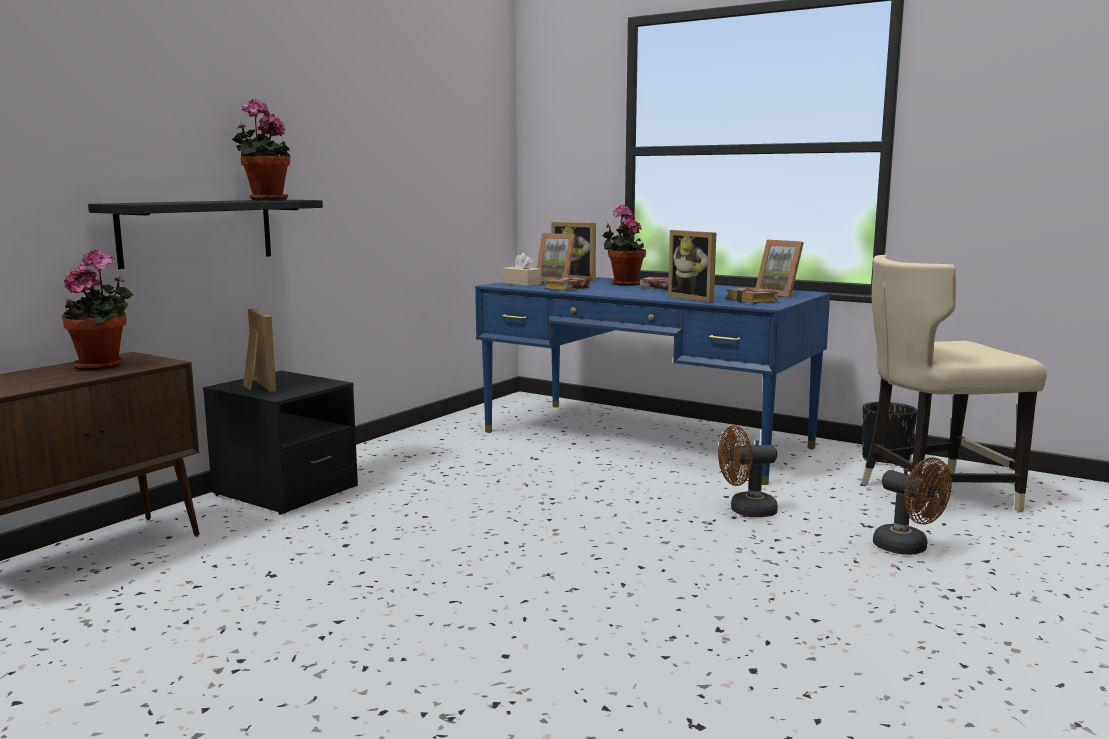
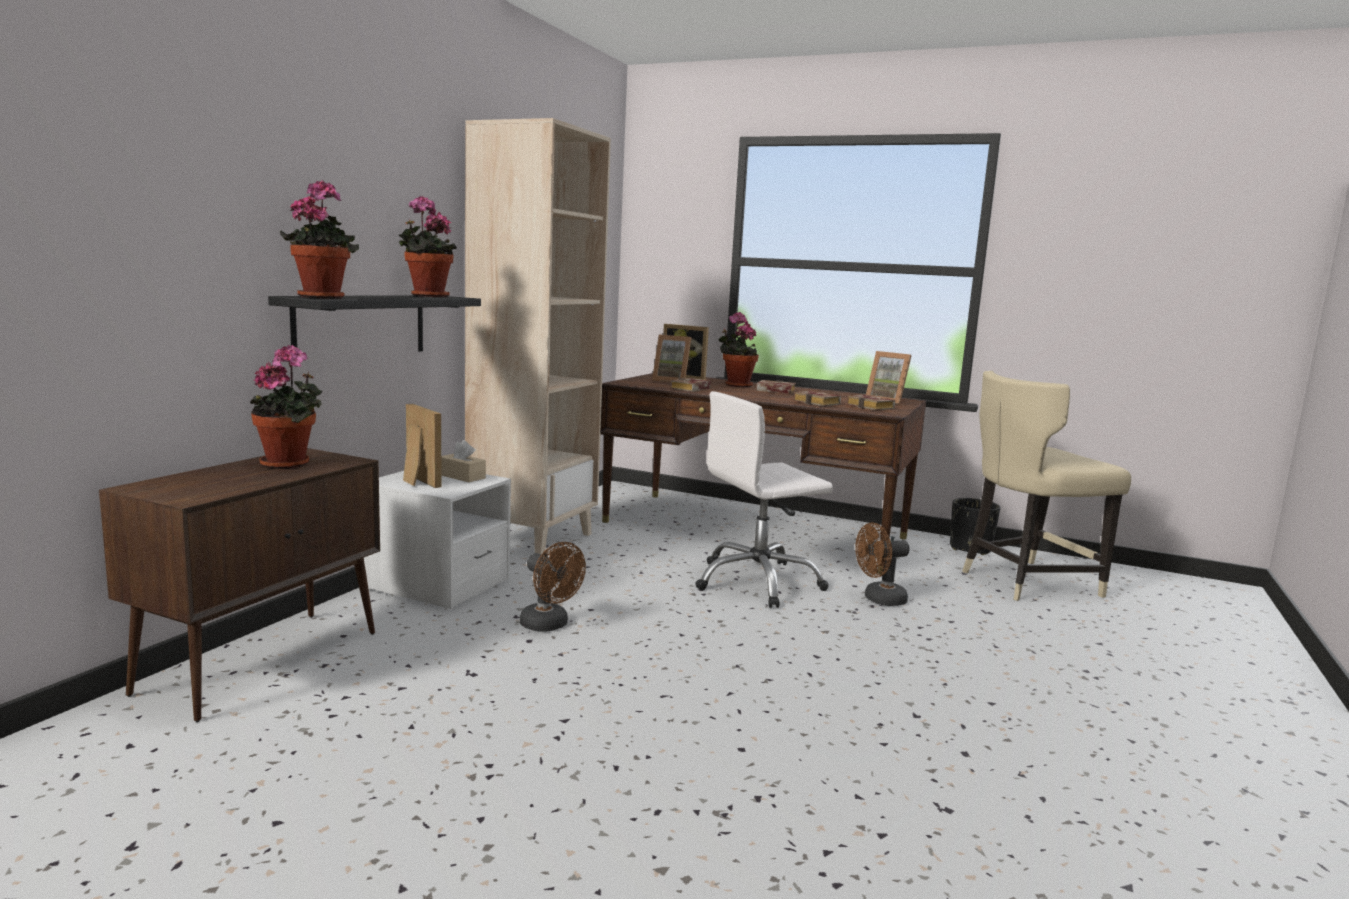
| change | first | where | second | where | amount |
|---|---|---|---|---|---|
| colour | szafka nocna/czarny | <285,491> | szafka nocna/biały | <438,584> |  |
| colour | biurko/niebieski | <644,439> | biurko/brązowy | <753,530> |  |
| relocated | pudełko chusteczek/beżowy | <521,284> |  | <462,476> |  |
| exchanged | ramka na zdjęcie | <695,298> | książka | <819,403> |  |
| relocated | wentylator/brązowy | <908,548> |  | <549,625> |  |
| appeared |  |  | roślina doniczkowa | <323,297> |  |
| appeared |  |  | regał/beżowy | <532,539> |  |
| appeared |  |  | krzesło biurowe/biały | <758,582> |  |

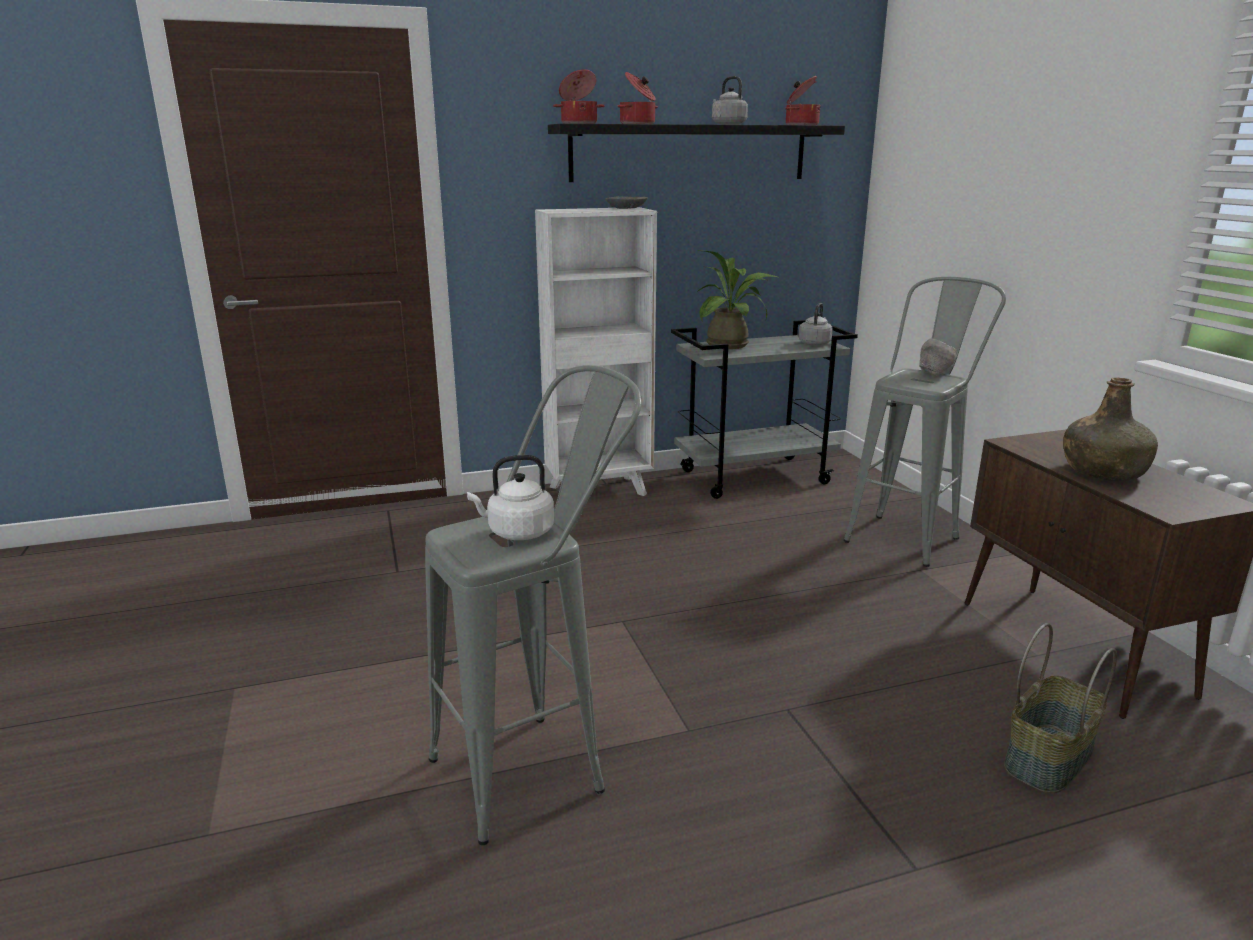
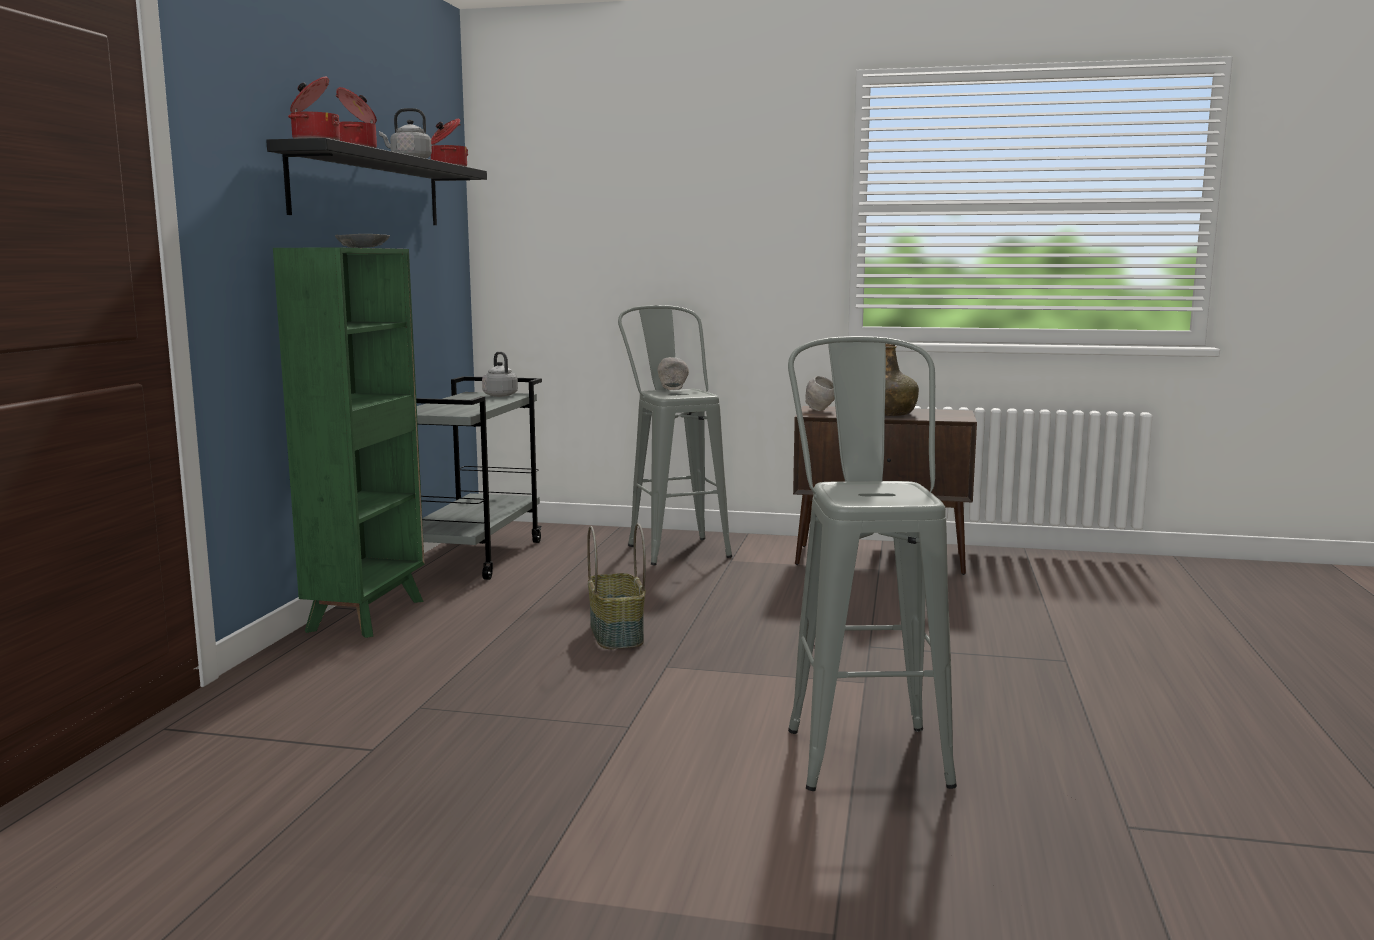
| change | first | where | second | where | amount |
|---|---|---|---|---|---|
| missing | czajnik/biały | <517,532> |  |  |  |
| colour | regał/biały | <600,491> | regał/zielony | <368,615> |  |
| missing | roślina doniczkowa | <733,345> |  |  |  |
| relocated | koszyk | <1047,758> |  | <615,634> |  |
| appeared |  |  | miska/szary | <820,410> |  |

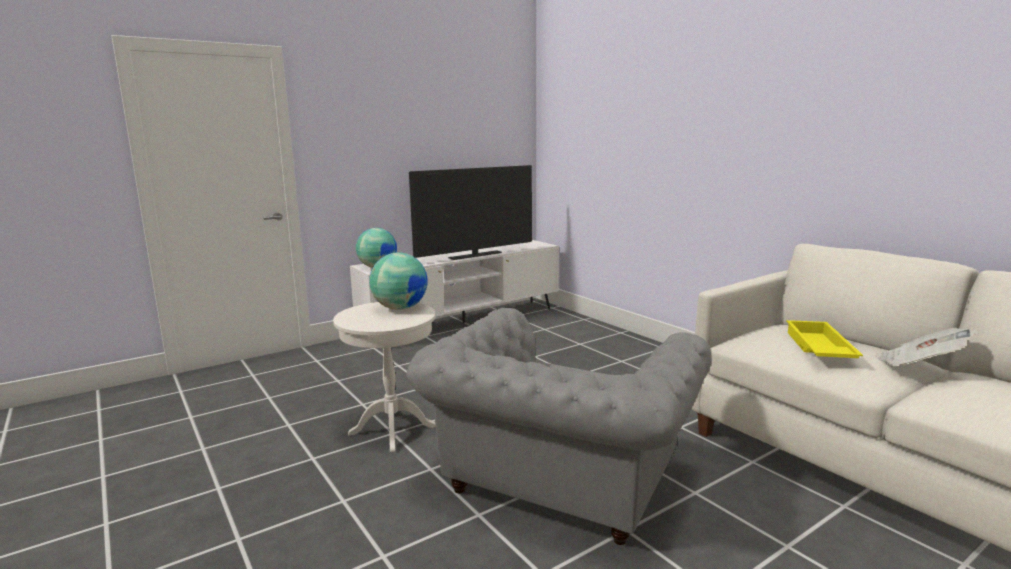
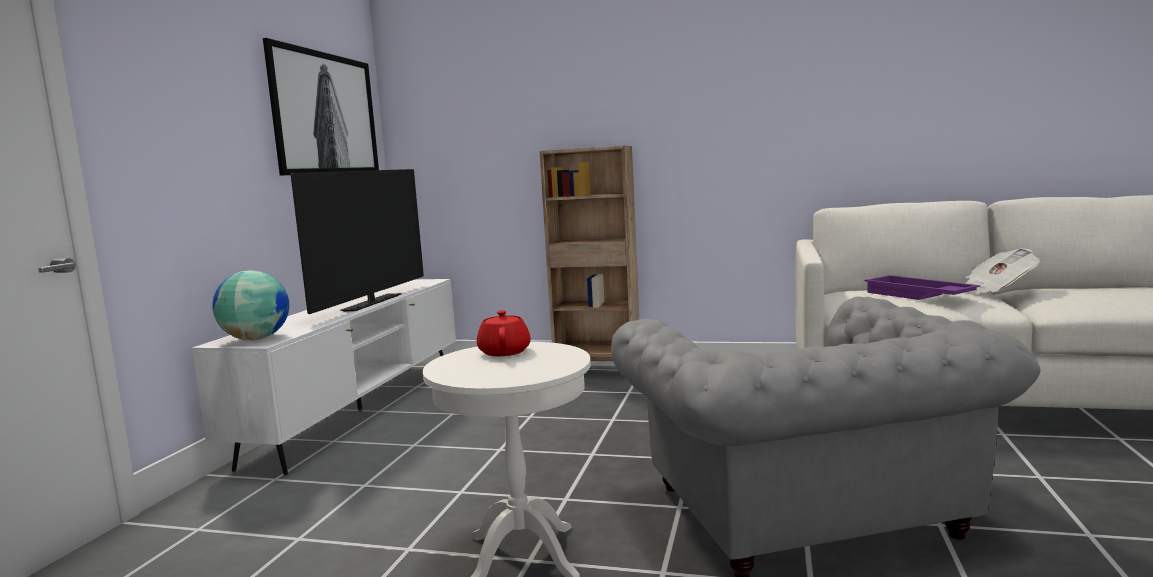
| change | first | where | second | where | amount |
|---|---|---|---|---|---|
| exchanged | globus | <400,308> | imbryk/czerwony | <504,351> |  |
| colour | taca/żółty | <817,348> | taca/fioletowy | <917,295> |  |
| appeared |  |  | obraz | <324,114> |  |
| appeared |  |  | regał/brązowy | <598,372> |  |

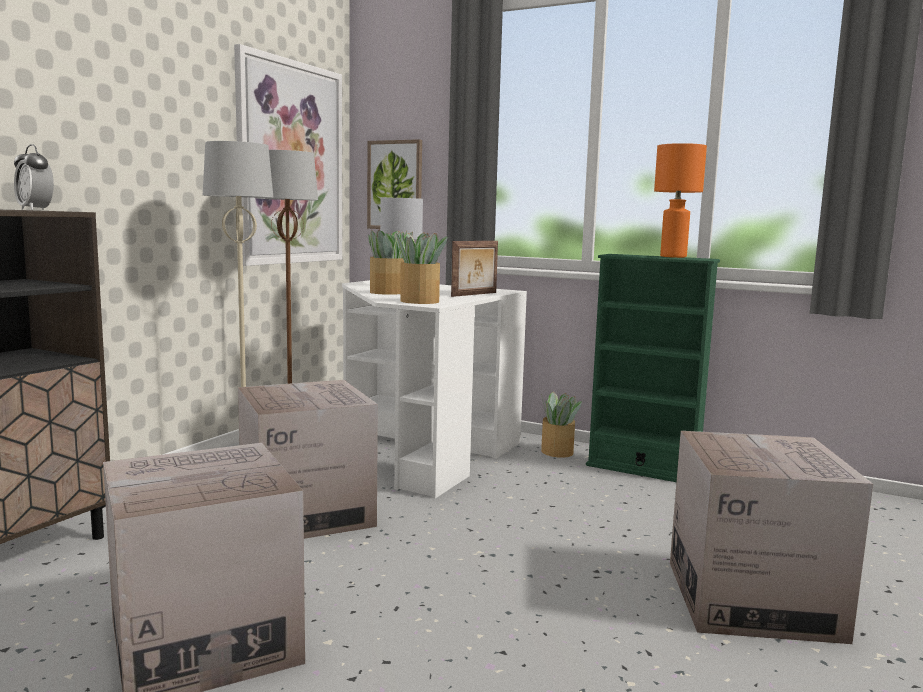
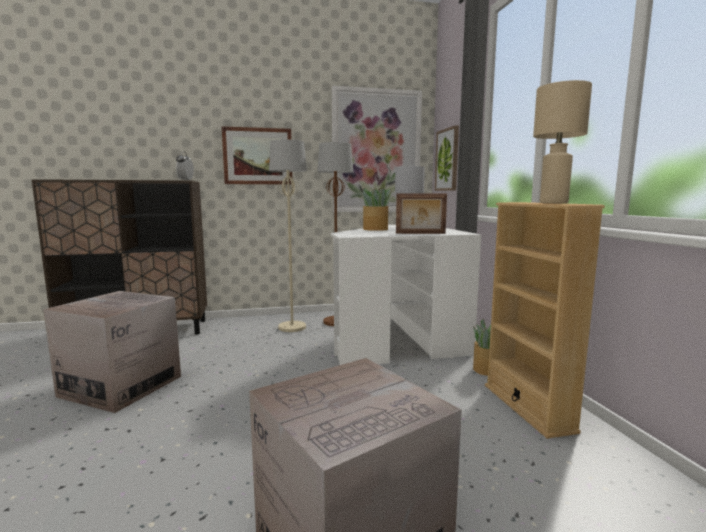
| change | first | where | second | where | amount |
|---|---|---|---|---|---|
| missing | karton | <306,514> |  |  |  |
| missing | roślina doniczkowa | <419,301> |  |  |  |
| colour | regał/zielony | <642,470> | regał/beżowy | <527,407> |  |
| colour | lampa stołowa/pomarańczowy | <673,257> | lampa stołowa/beżowy | <553,203> |  |
| appeared |  |  | obraz | <258,156> |  |

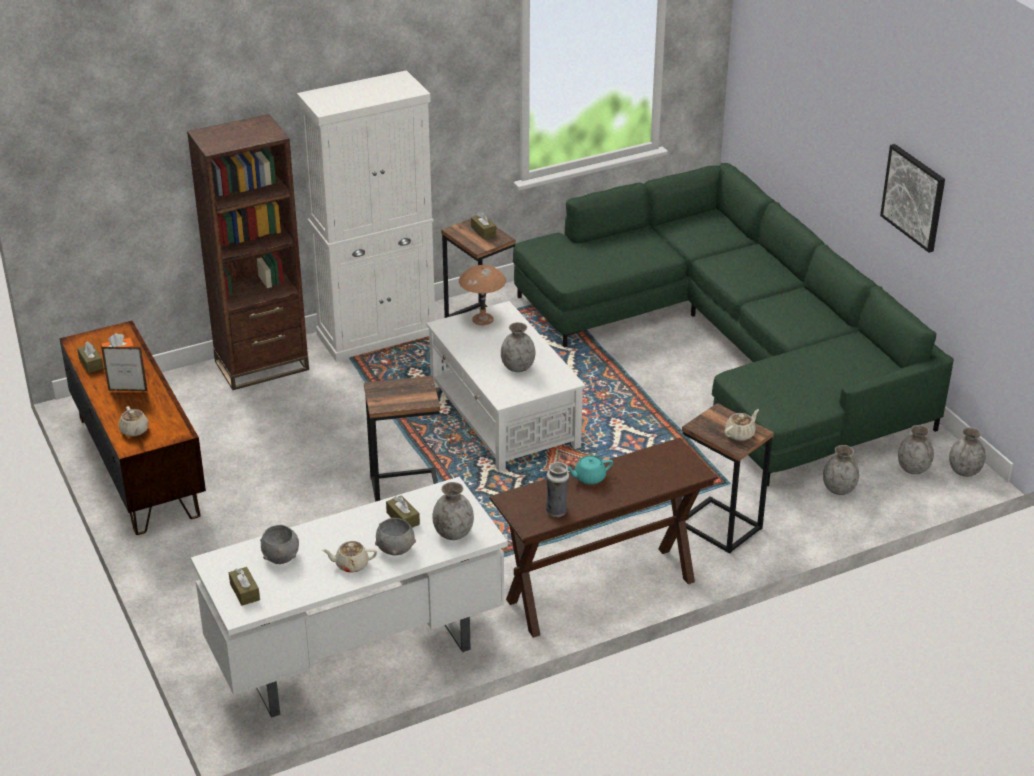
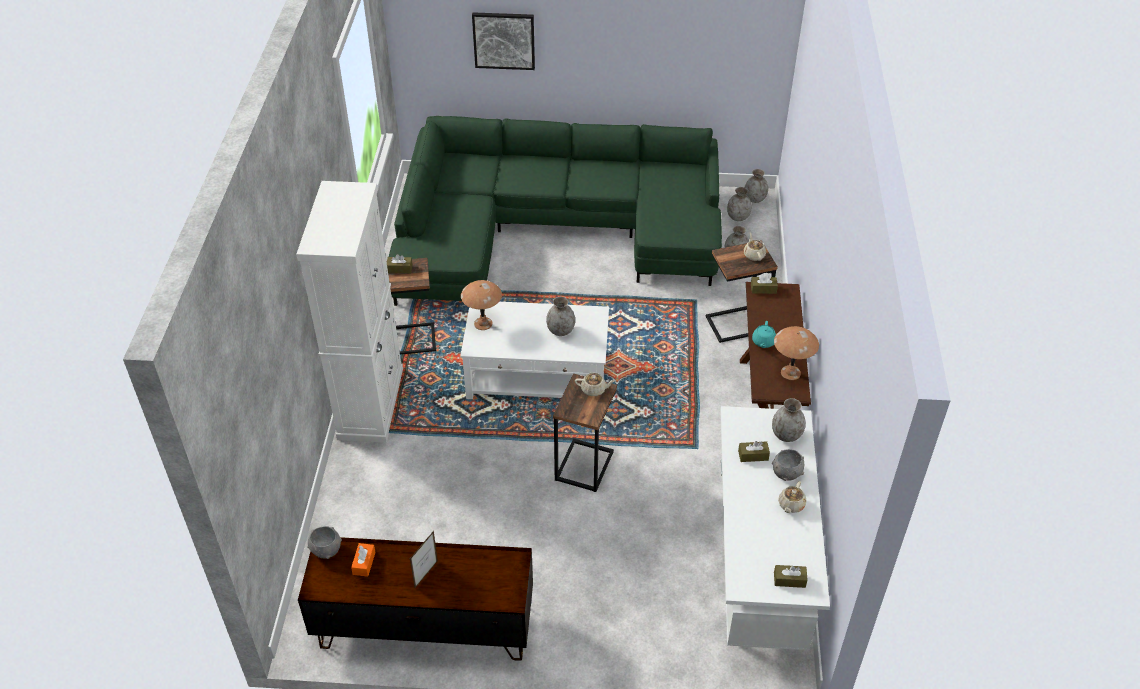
| change | first | where | second | where | amount |
|---|---|---|---|---|---|
| relocated | pudełko chusteczek/brązowy | <91,363> |  | <763,289> |  |
| relocated | imbryk/beżowy | <134,430> |  | <594,389> |  |
| missing | regał/brązowy | <262,366> |  |  |  |
| relocated | miska/szary | <281,556> |  | <326,549> |  |
| exchanged | wazon | <557,511> | lampa stołowa/brązowy | <791,373> |  |
| relocated | obraz | <914,197> |  | <504,40> |  |

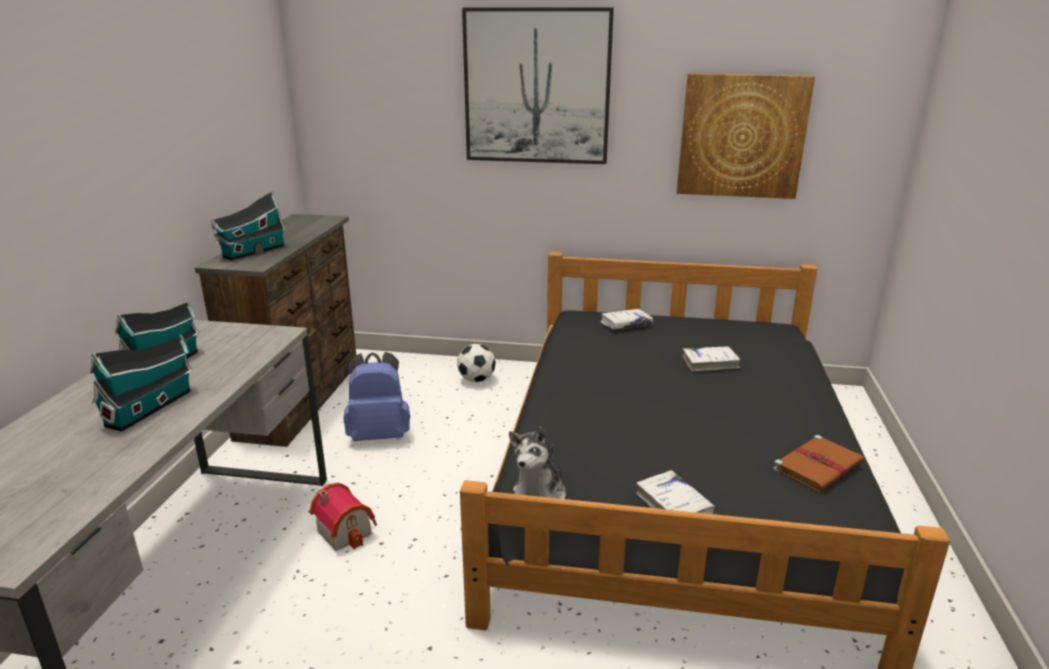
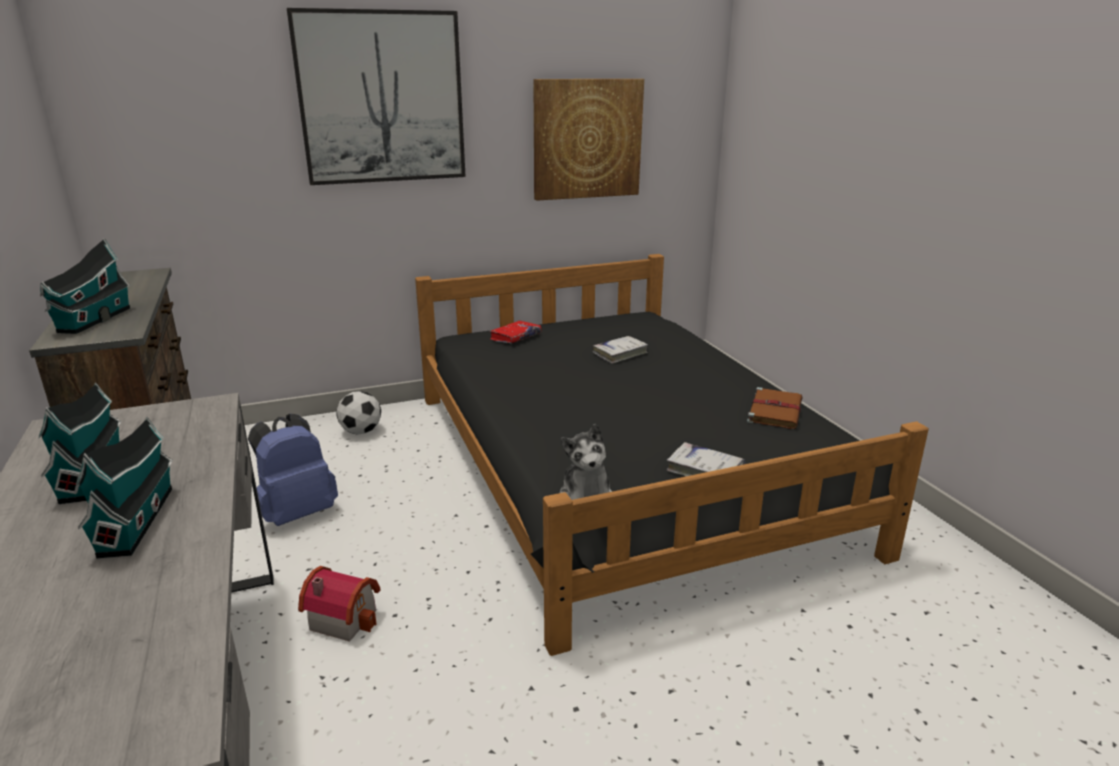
| change | first | where | second | where | amount |
|---|---|---|---|---|---|
| colour | książka/biały | <626,324> | książka/czerwony | <515,337> |  |

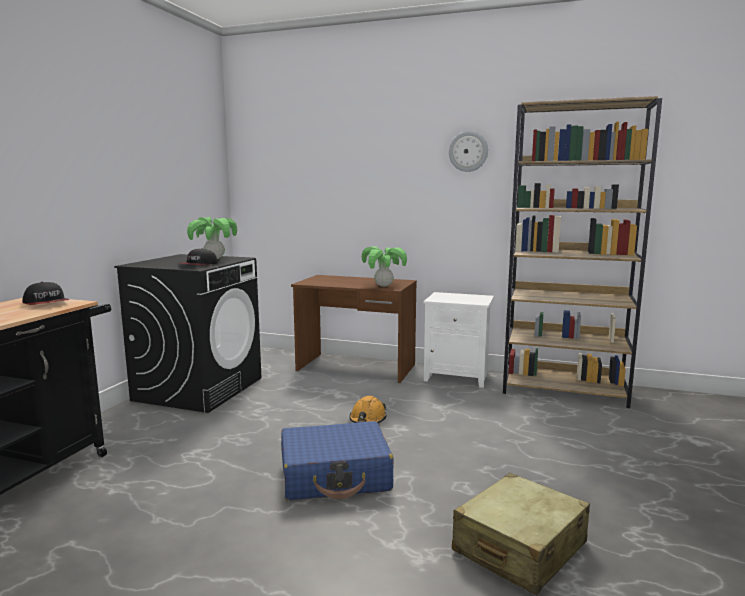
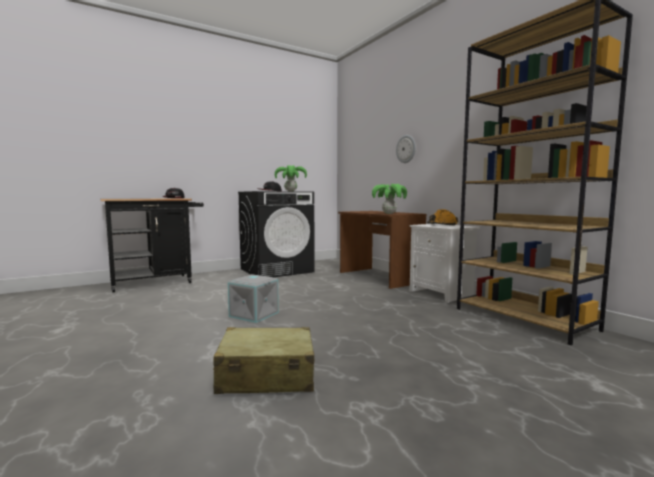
| change | first | where | second | where | amount |
|---|---|---|---|---|---|
| exchanged | walizka/niebieski | <335,475> | pojemnik do przechowywania/szary | <254,314> |  |
| relocated | kask/pomarańczowy | <367,419> |  | <442,226> |  |
| relocated | zegar ścienny | <468,151> |  | <406,149> |  |

